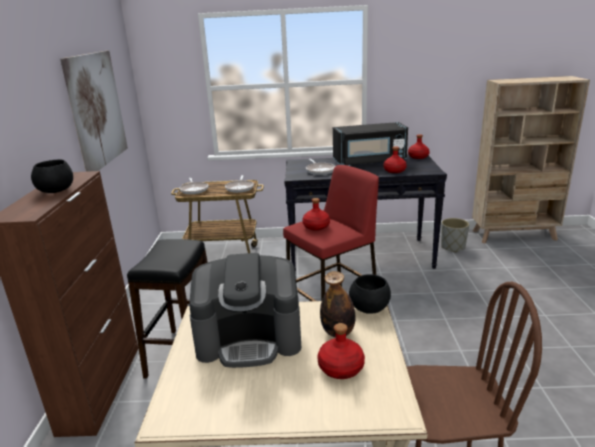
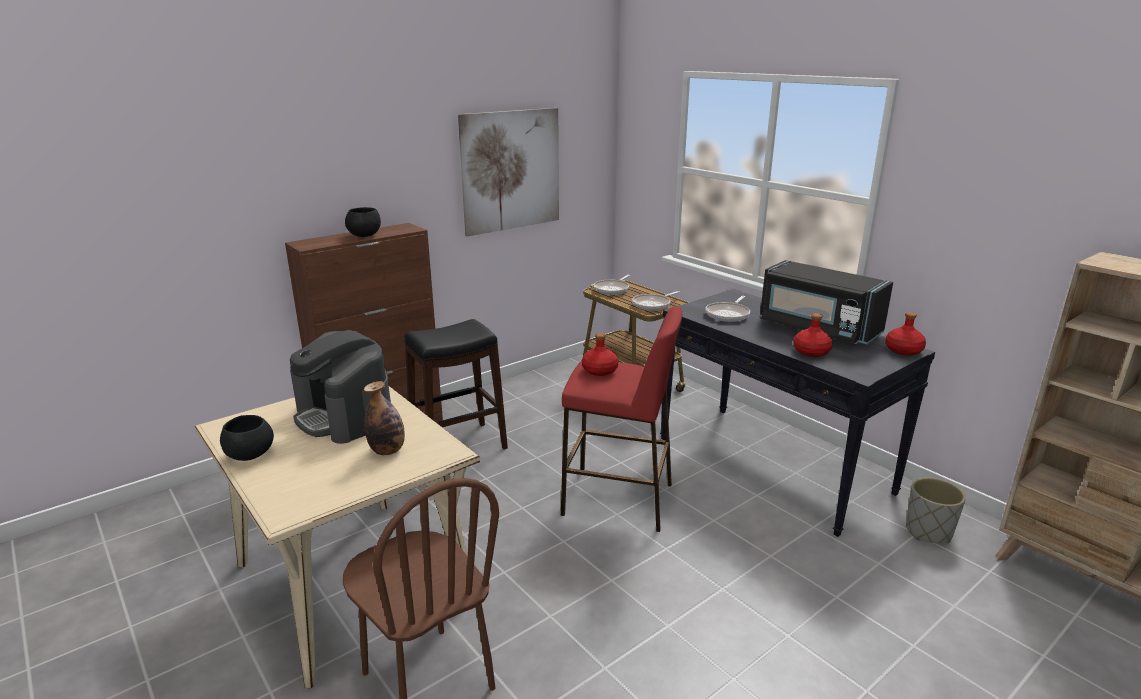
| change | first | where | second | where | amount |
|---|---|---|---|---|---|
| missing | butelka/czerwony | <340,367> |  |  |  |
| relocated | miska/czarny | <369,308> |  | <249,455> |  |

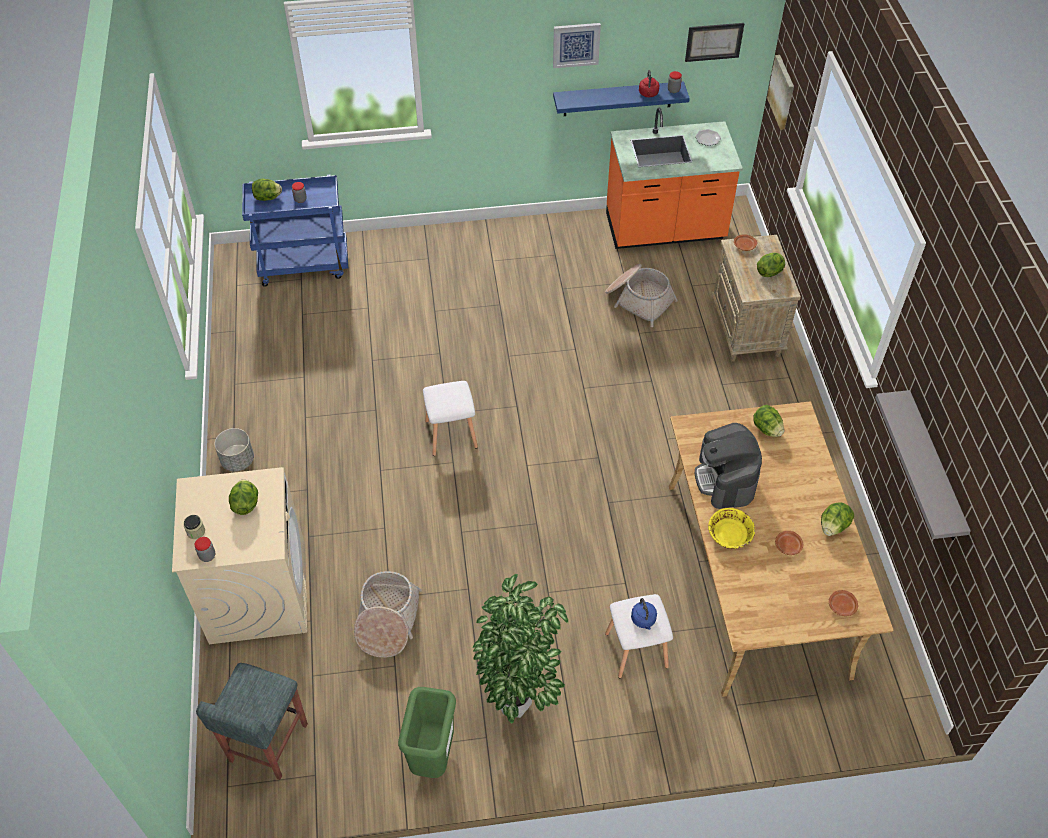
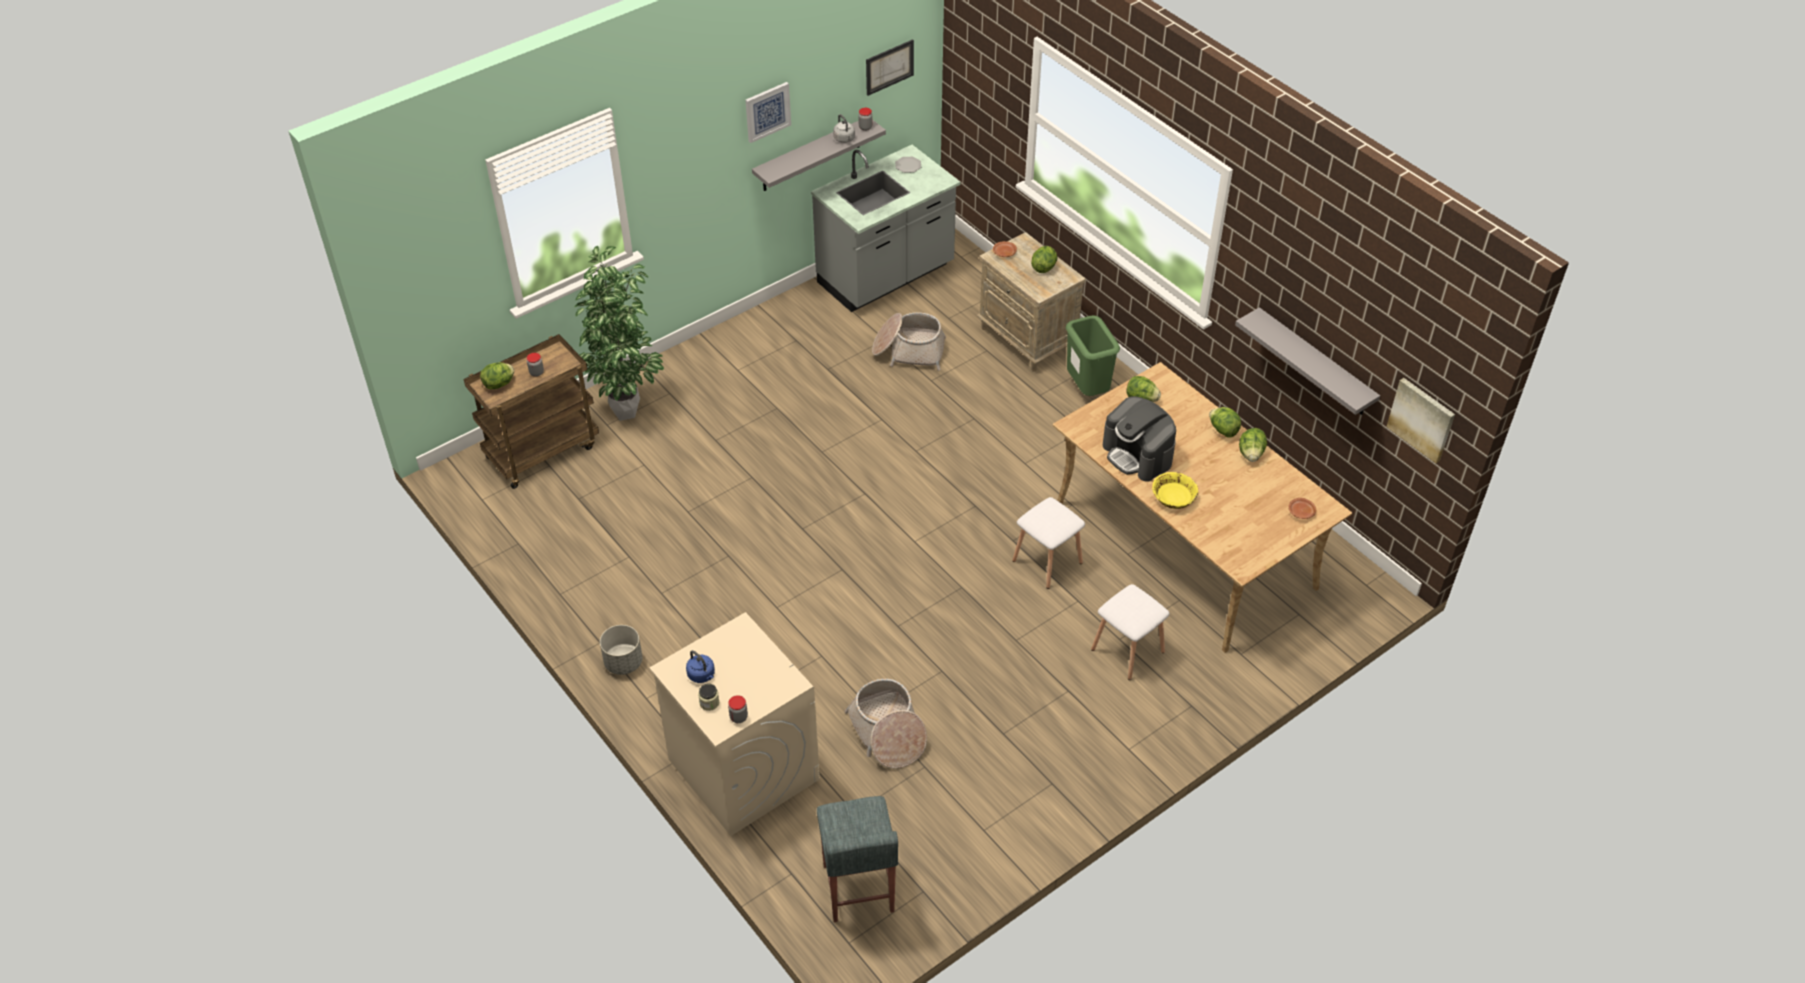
| change | first | where | second | where | amount |
|---|---|---|---|---|---|
| relocated | sałata | <246,503> |  | <1223,430> |  |
| colour | wózek/niebieski | <305,265> | wózek/brązowy | <542,450> |  |
| relocated | kosz na śmieci/zielony | <433,756> |  | <1088,390> |  |
| relocated | stołek/biały | <450,433> |  | <1046,561> |  |
| relocated | roślina doniczkowa | <518,706> |  | <629,411> |  |
| colour | półka/niebieski | <617,99> | półka/szary | <811,155> |  |
| colour | zabudowa kuchenna/pomarańczowy | <665,230> | zabudowa kuchenna/szary | <886,276> |  |
| relocated | czajnik/niebieski | <643,620> |  | <702,675> |  |
| colour | czajnik/czerwony | <648,94> | czajnik/szary | <844,139> |  |
| relocated | obraz | <782,92> |  | <1422,419> |  |
| missing | talerz/brązowy | <788,546> |  |  |  |

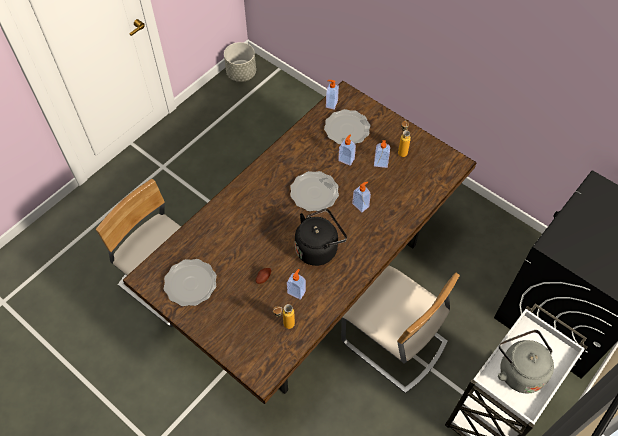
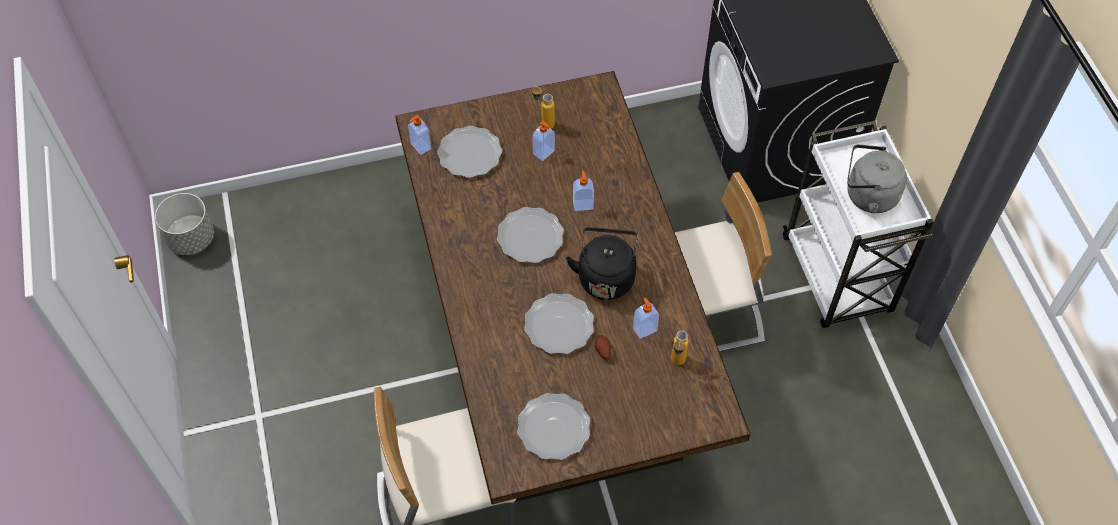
| change | first | where | second | where | amount |
|---|---|---|---|---|---|
| missing | dozownik mydła | <346,159> |  |  |  |
| appeared |  |  | talerz | <559,325> |  |

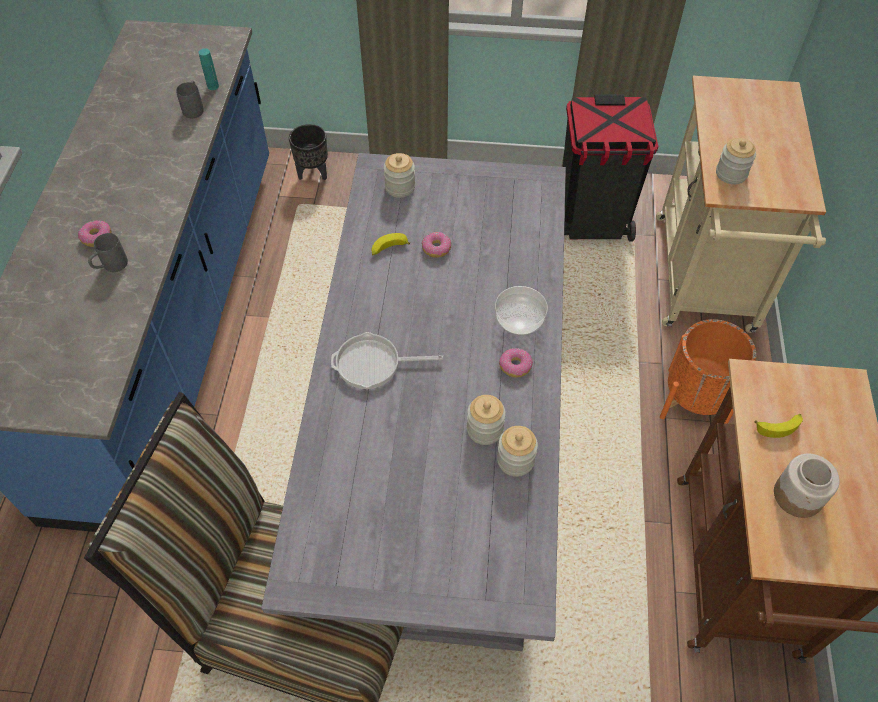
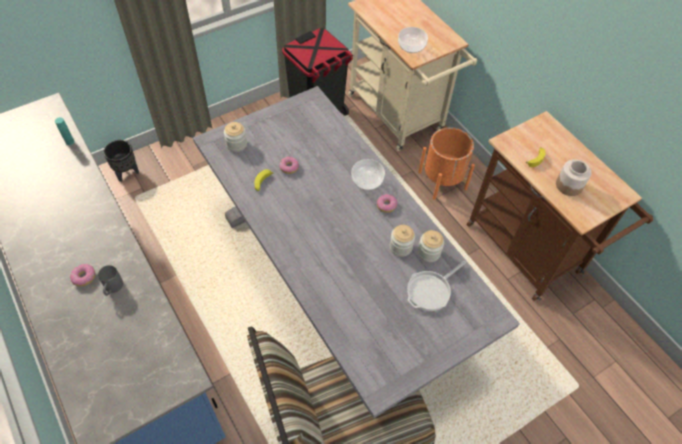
| change | first | where | second | where | amount |
|---|---|---|---|---|---|
| missing | kubek/szary | <194,108> |  |  |  |
| relocated | patelnia | <373,364> |  | <431,290> |  |
| exchanged | słoik | <731,174> | miska | <411,46> |  |

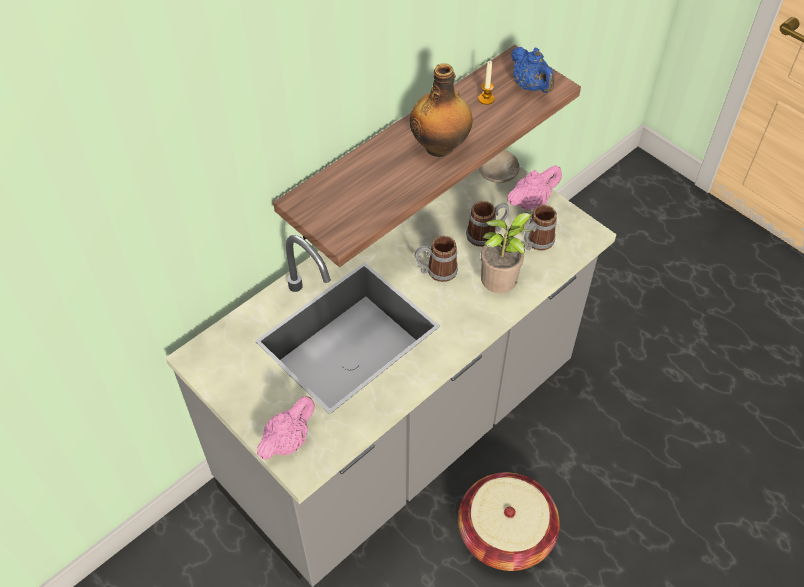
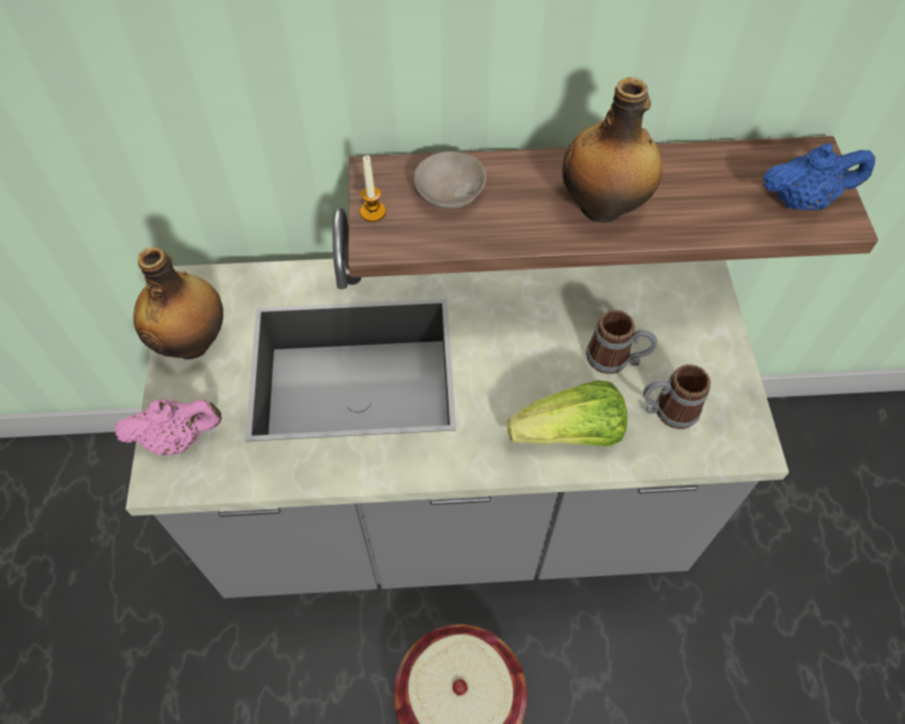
| change | first | where | second | where | amount |
|---|---|---|---|---|---|
| missing | kubek | <436,271> |  |  |  |
| relocated | świeca | <486,99> |  | <373,212> |  |
| relocated | miska/beżowy | <496,173> |  | <449,191> |  |
| exchanged | roślina doniczkowa | <500,287> | sałata | <570,434> |  |
| missing | imbryk/różowy | <531,202> |  |  |  |
| spun | imbryk/niebieski | <531,86> |  | <802,201> | 105 degrees counterclockwise |
| appeared |  |  | butelka | <193,341> |  |

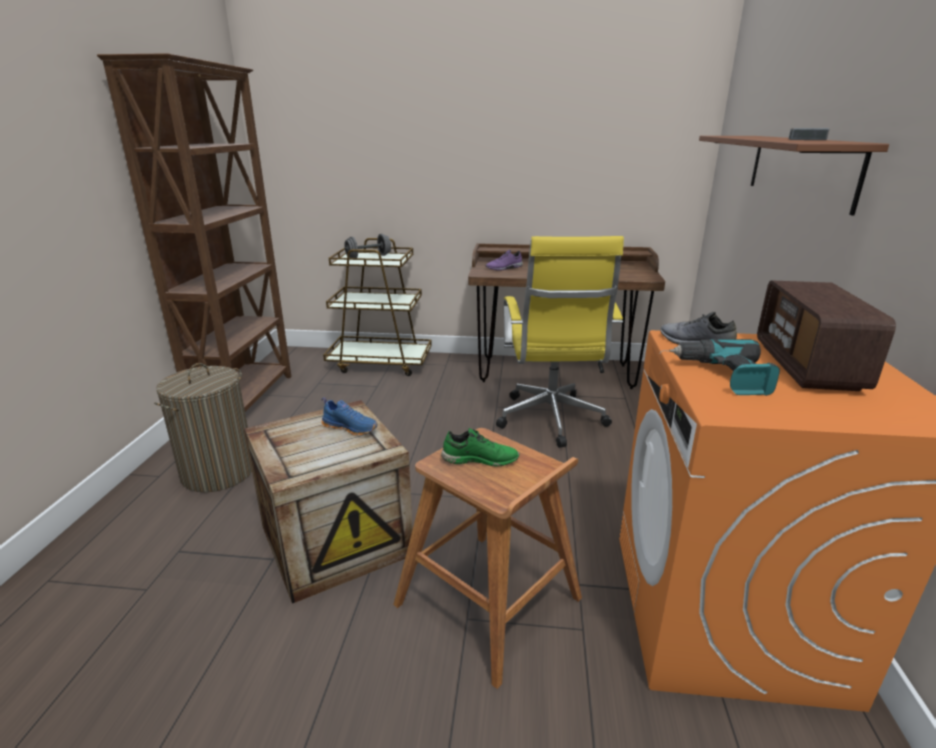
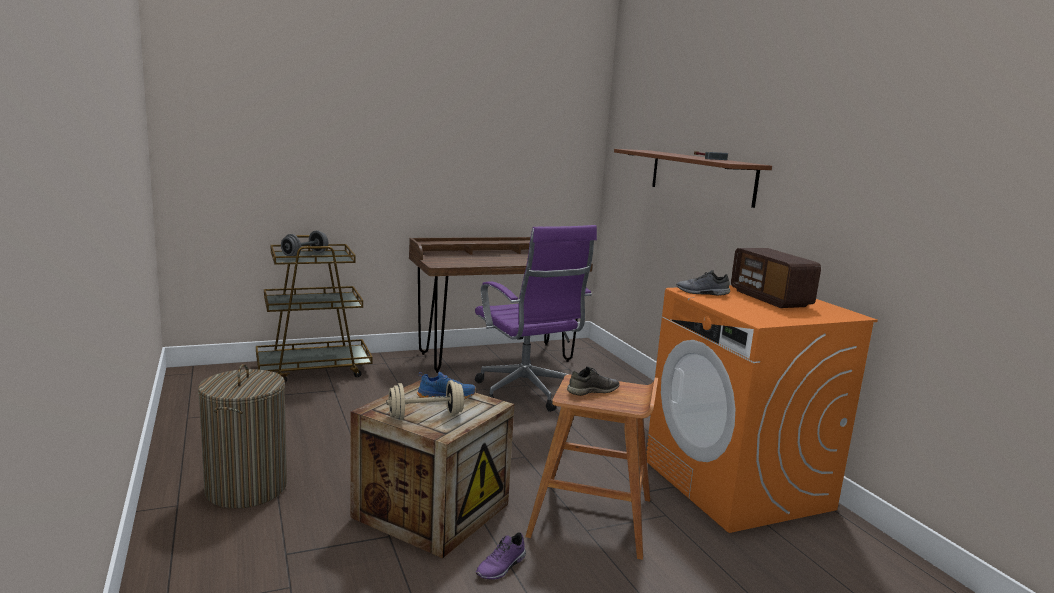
| change | first | where | second | where | amount |
|---|---|---|---|---|---|
| missing | regał/brązowy | <247,399> |  |  |  |
| colour | but/zielony | <480,459> | but/szary | <592,391> |  |
| relocated | but/fioletowy | <504,268> |  | <502,567> |  |
| colour | krzesło biurowe/żółty | <551,421> | krzesło biurowe/fioletowy | <526,394> |  |
| missing | wiertarka | <724,376> |  |  |  |
| appeared |  |  | hantel/beżowy | <425,416> |  |

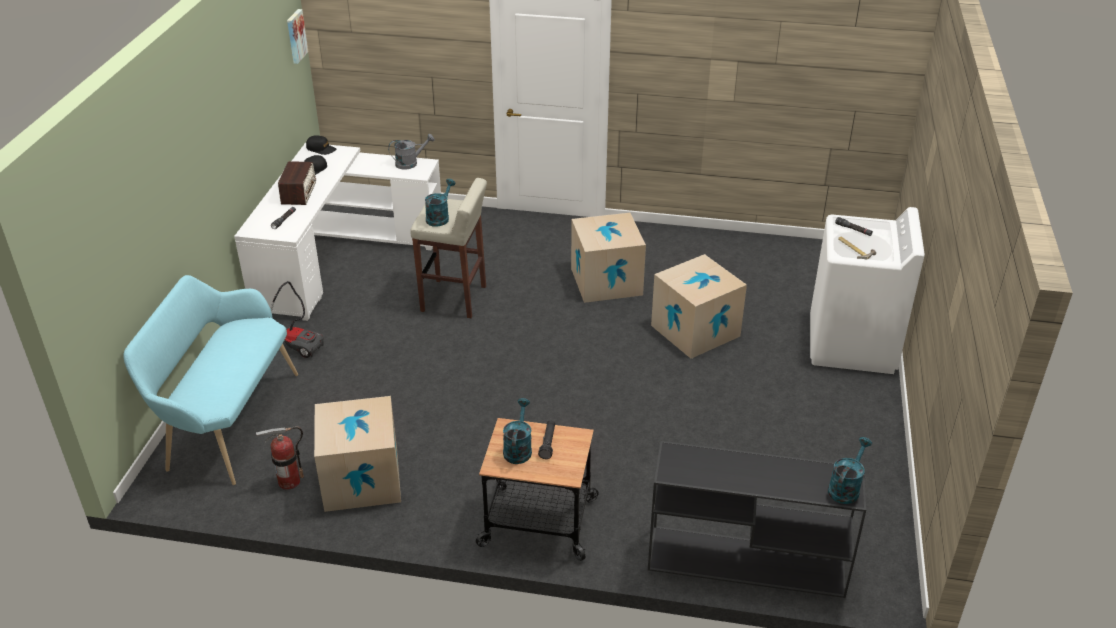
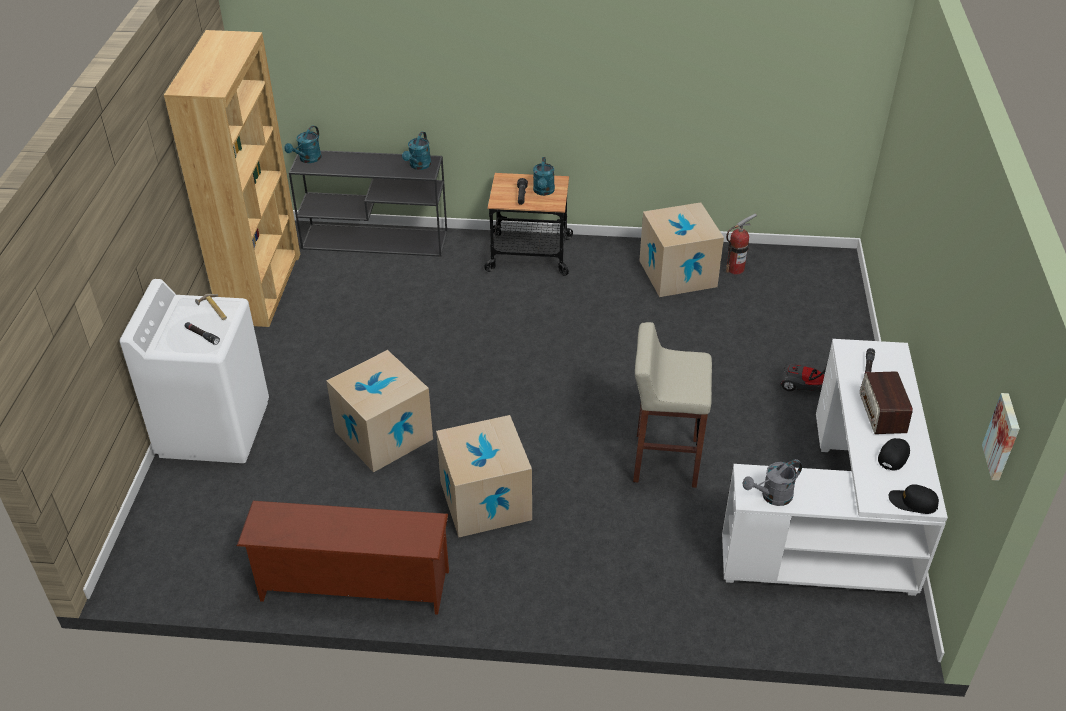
| change | first | where | second | where | amount |
|---|---|---|---|---|---|
| missing | ławka/turkusowy | <227,421> |  |  |  |
| relocated | konewka/turkusowy | <439,217> |  | <418,166> |  |
| appeared |  |  | regał/brązowy | <261,287> |  |
| appeared |  |  | regał na buty/brązowy | <353,587> |  |

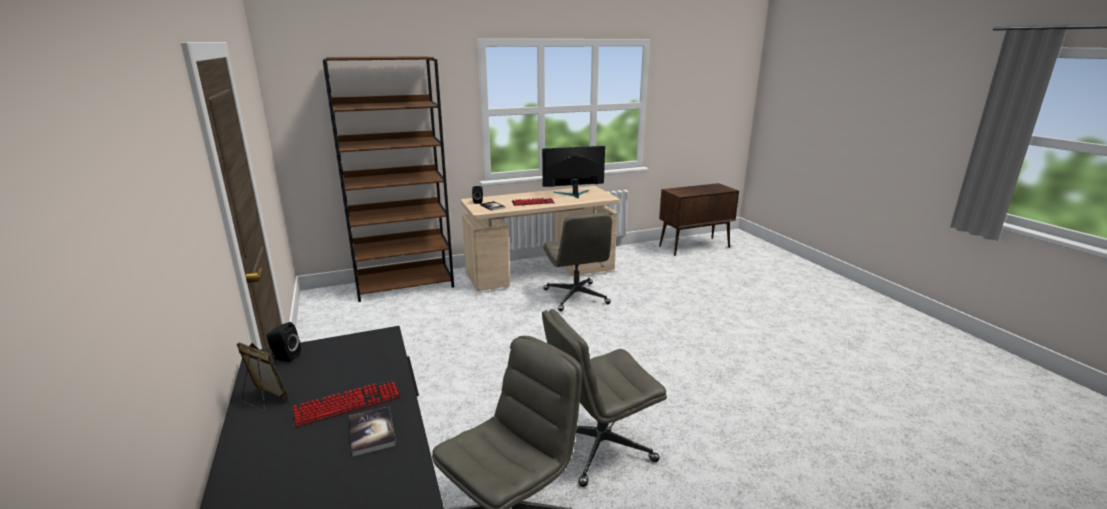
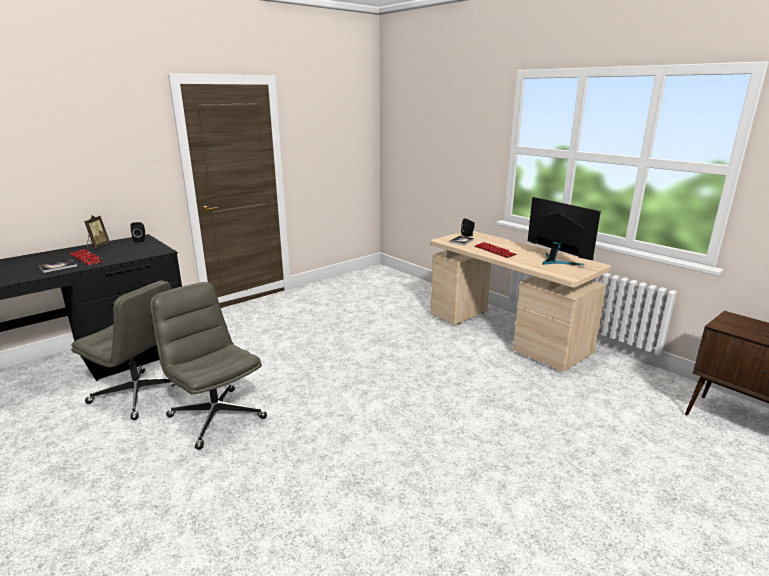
| change | first | where | second | where | amount |
|---|---|---|---|---|---|
| missing | regał/brązowy | <405,285> |  |  |  |
| missing | krzesło biurowe/szary | <576,297> |  |  |  |

